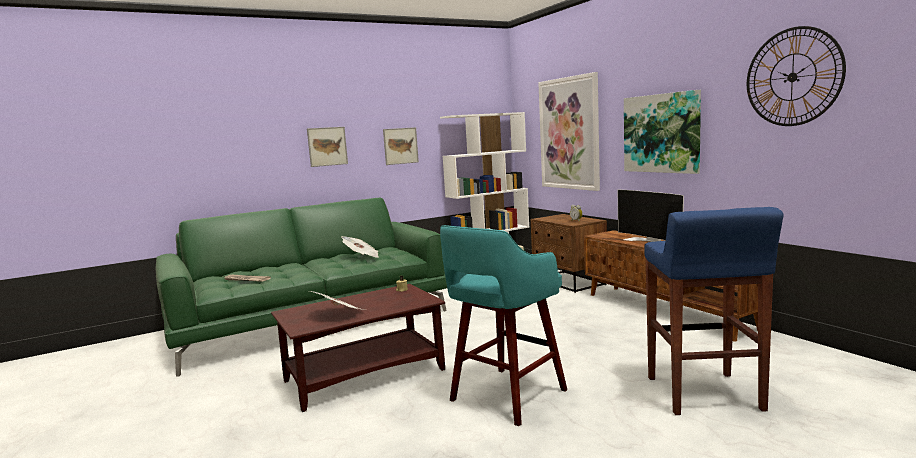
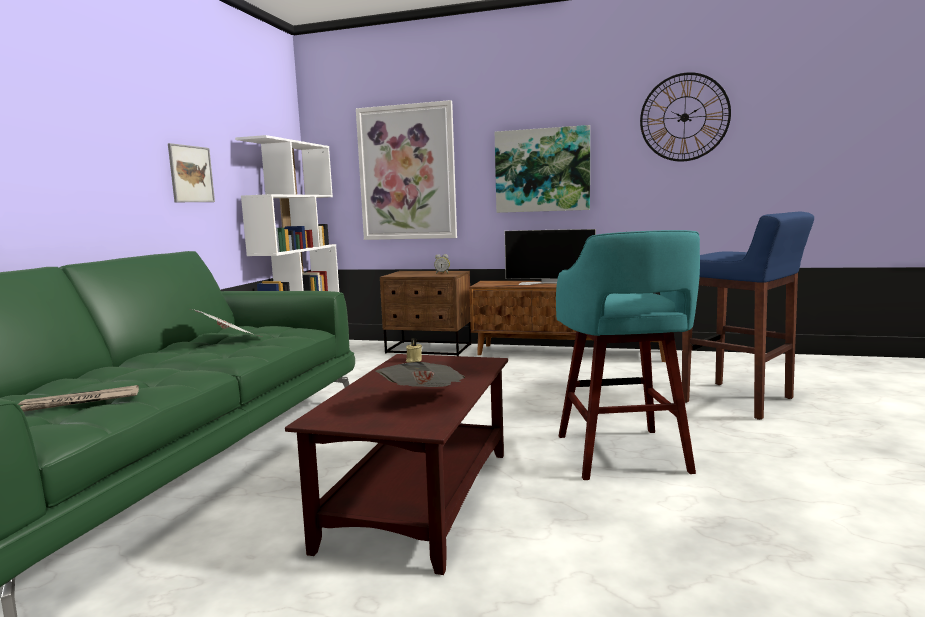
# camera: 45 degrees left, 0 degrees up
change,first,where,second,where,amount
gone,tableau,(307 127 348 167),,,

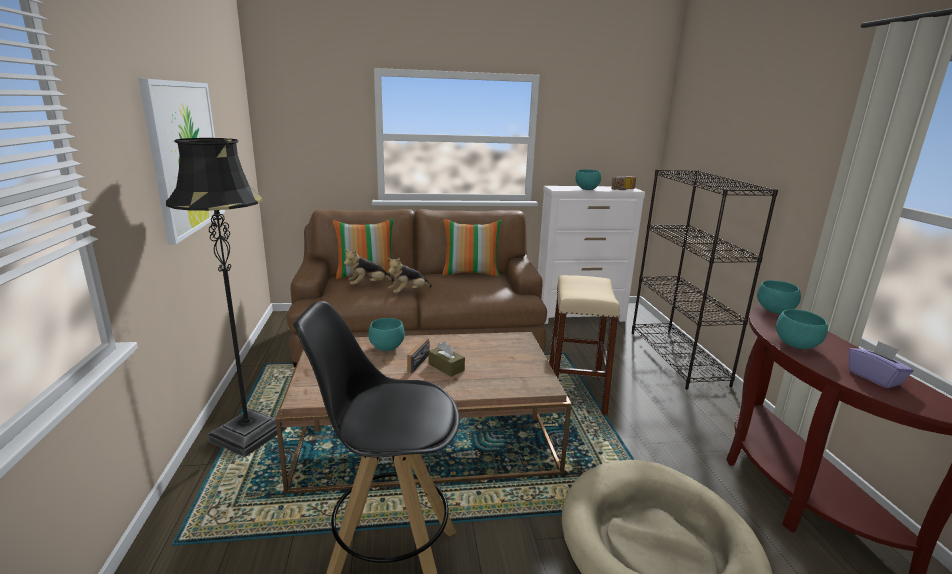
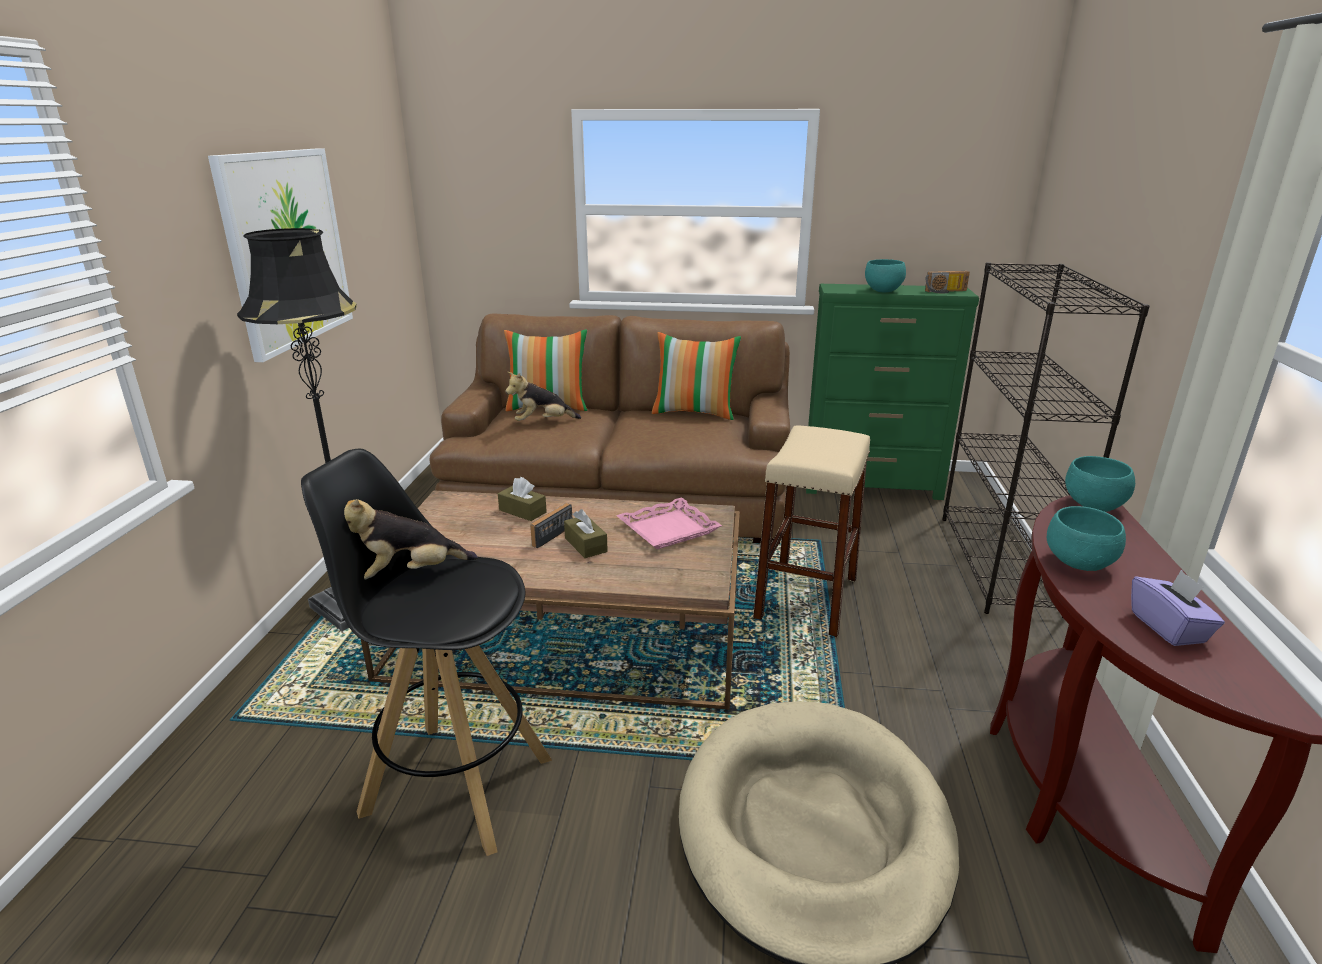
# camera: 15 degrees right, 5 degrees up
change,first,where,second,where,amount
swapped,bol [turquoise],(368 318 405 351),boîte à mouchoirs [marron],(498 477 547 521),
shifted,peluche,(388 258 432 293),,(344 499 478 580),
repainted,commode [blanc],(538 186 645 324),commode [vert],(806 284 979 500),
new,,,plateau [rose],(617 497 722 549),

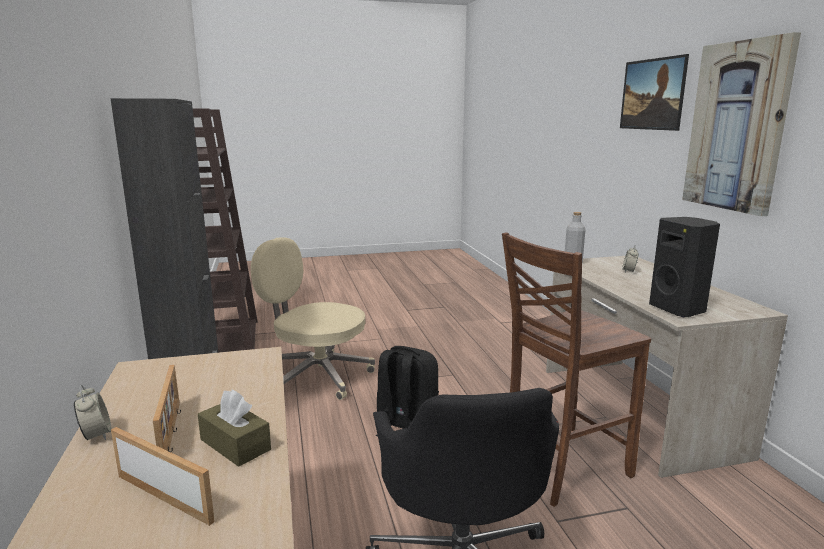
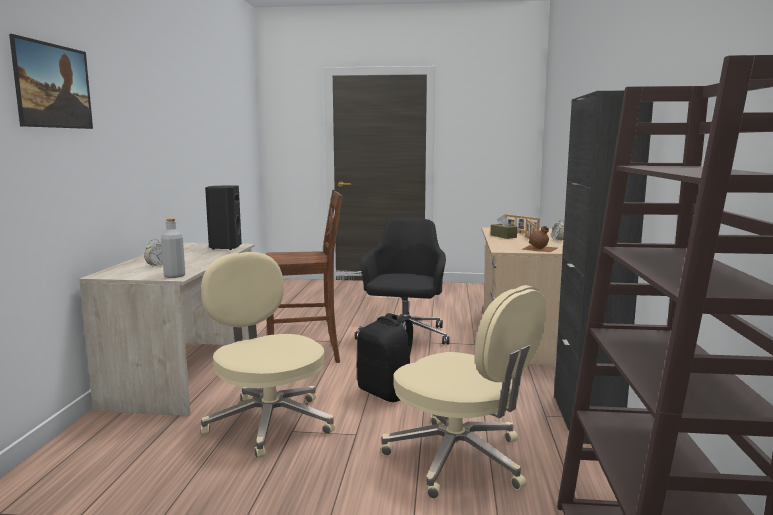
# camera: 160 degrees left, 5 degrees down
change,first,where,second,where,amount
gone,tableau,(682 32 801 216),,,
new,,,chaise de bureau [beige],(200 252 335 459),
new,,,bouteille [marron],(521 226 558 252),

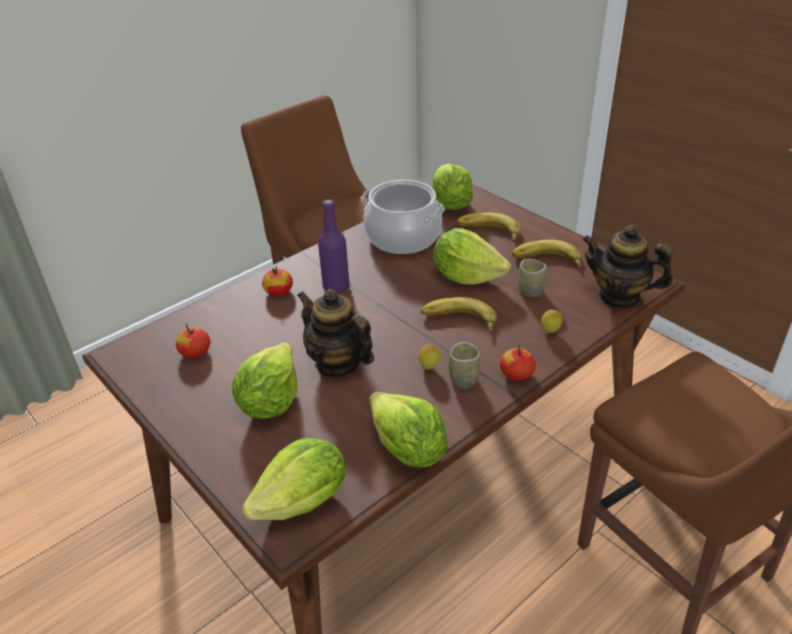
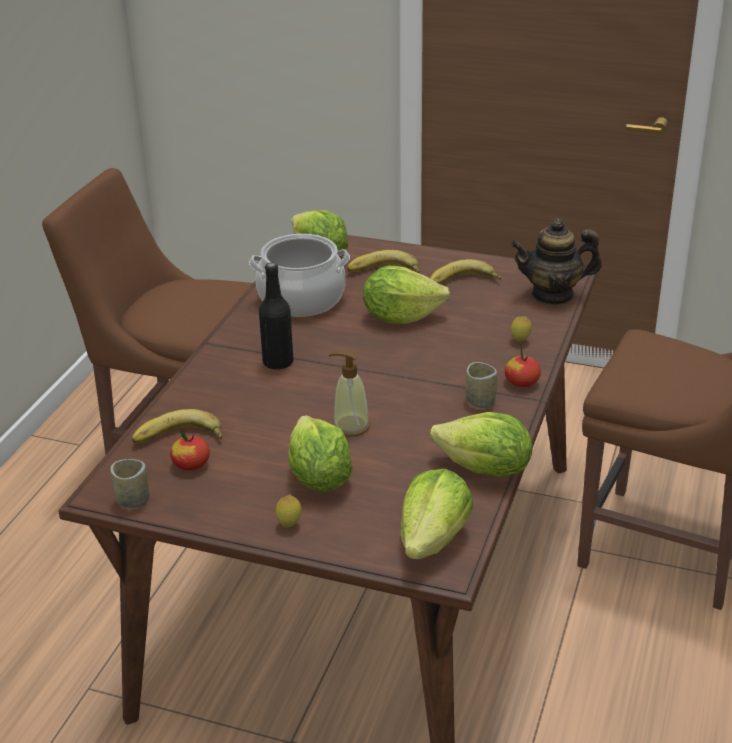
# camera: 30 degrees left, 5 degrees down
change,first,where,second,where,amount
gone,pomme,(262 266 293 296),,,
swapped,théière,(297 289 374 378),distributeur de savon,(329 350 370 437),
repainted,bouteille [violet],(318 199 349 293),bouteille [noir],(259 262 293 370),
shifted,citron,(419 344 440 370),,(276 494 302 528),
shifted,banane,(421 297 497 333),,(132 409 222 443),
shifted,tasse,(518 259 547 297),,(110 459 149 507),

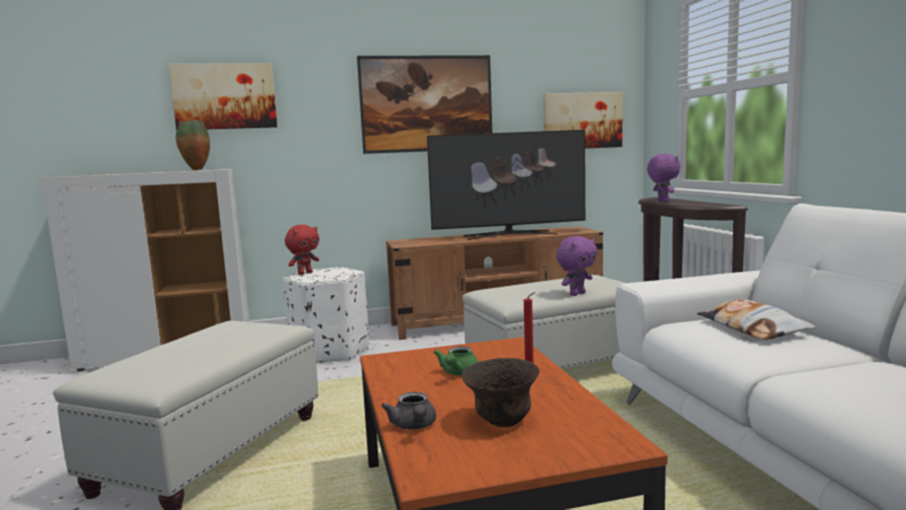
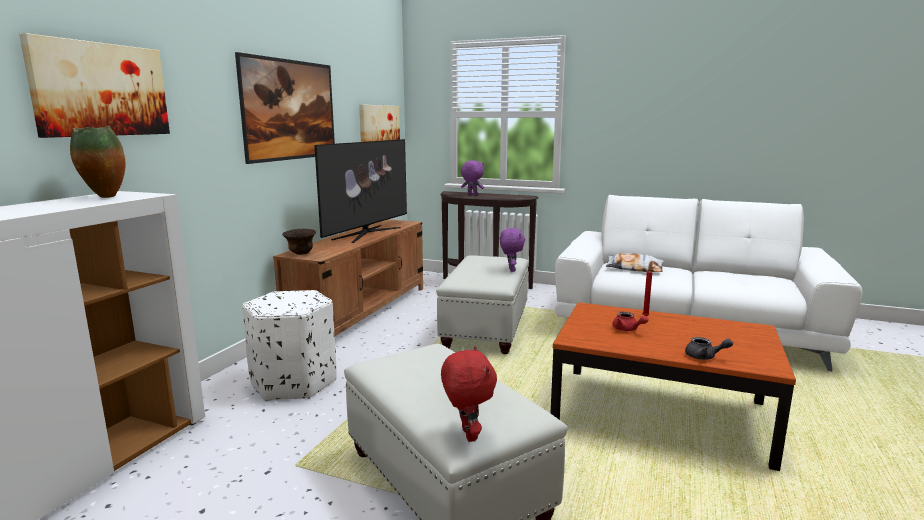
# camera: 55 degrees left, 5 degrees up
change,first,where,second,where,amount
shifted,peluche [rouge],(285 225 319 275),,(441 347 497 442),
repainted,théière [vert],(434 346 478 375),théière [rouge],(612 312 649 331),
shifted,bol [marron],(462 358 540 427),,(282 228 316 255),

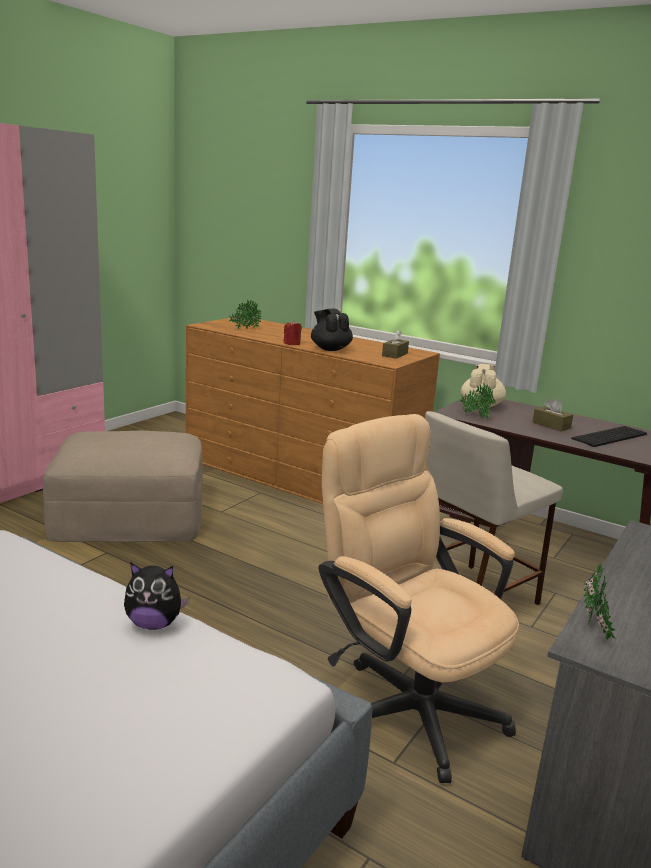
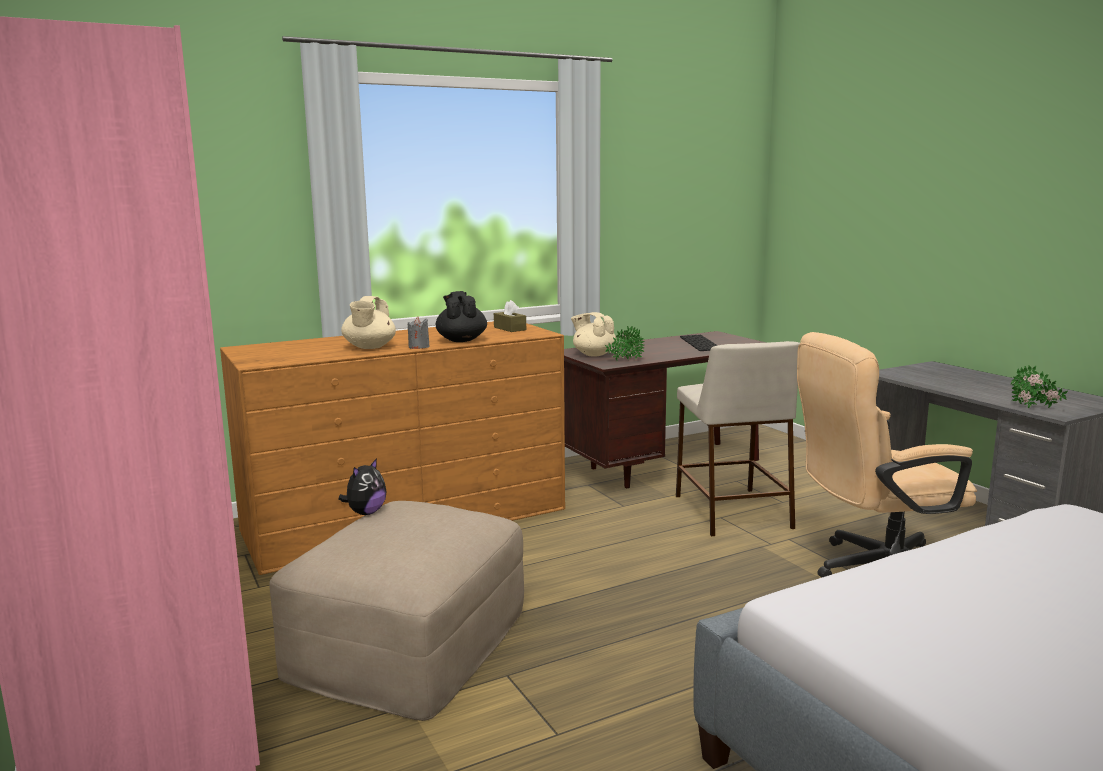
# camera: 60 degrees left, 5 degrees down
change,first,where,second,where,amount
shifted,peluche,(124 562 190 630),,(338 458 387 515),
gone,plante en pot,(229 300 262 329),,,
repainted,bougie [rouge],(283 320 302 345),bougie [gris],(408 317 430 349),
rotated,théière [noir],(311 308 353 351),,(436 291 487 342),75 degrees clockwise
gone,boîte à mouchoirs [marron],(532 398 573 431),,,
new,,,théière [beige],(341 296 396 349),

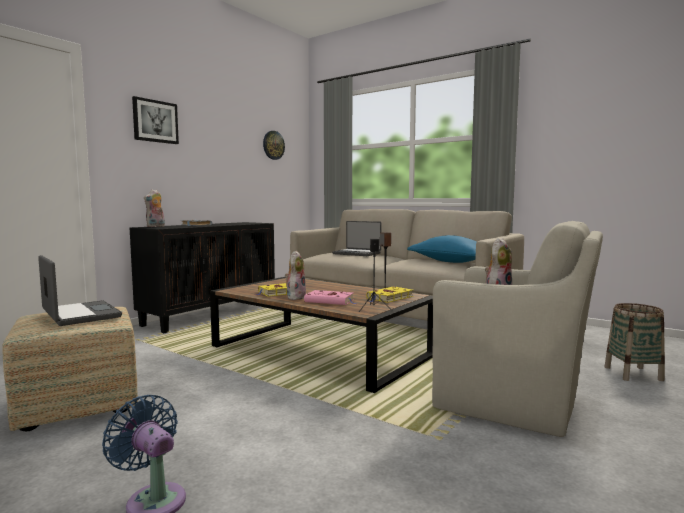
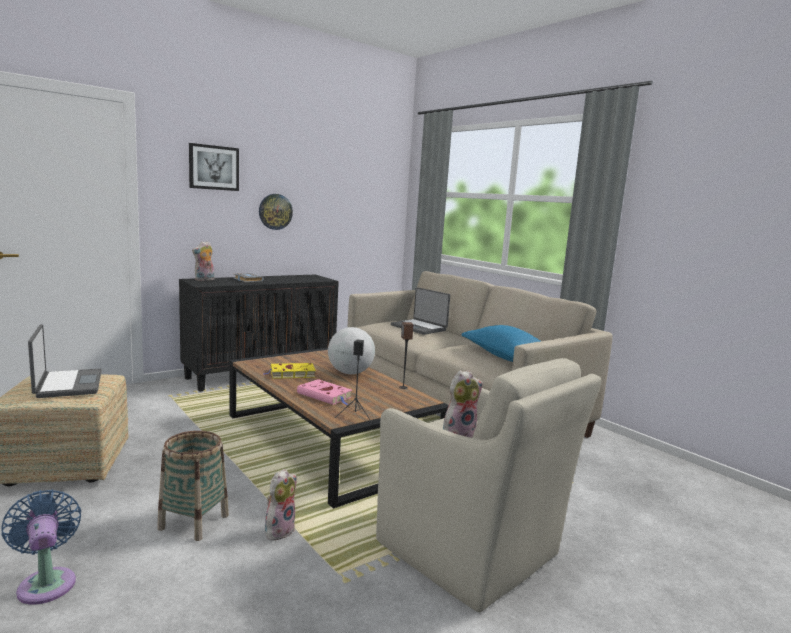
# camera: 15 degrees right, 5 degrees up
change,first,where,second,where,amount
shifted,horloge murale,(263 131 285 160),,(259 194 293 230),
shifted,peluche,(285 251 306 300),,(265 469 297 540),
gone,livre [jaune],(366 286 413 303),,,
shifted,panier,(604 303 665 381),,(157 431 229 541),
new,,,globe,(328 327 375 374),

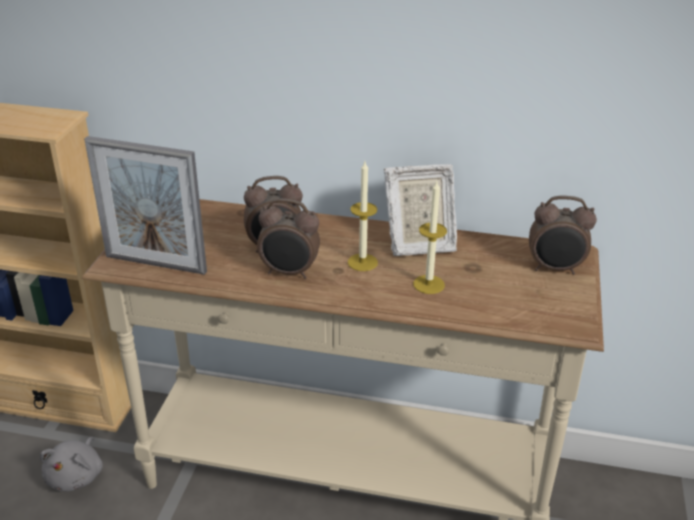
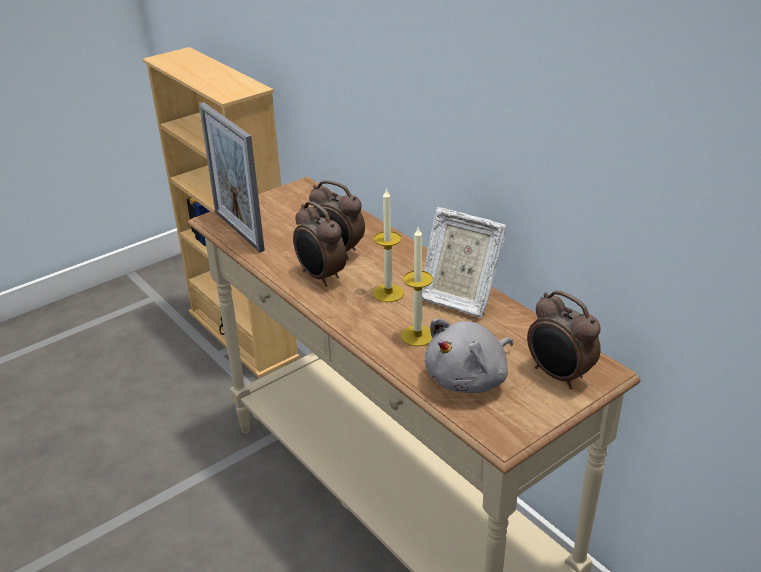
# camera: 40 degrees right, 0 degrees up
change,first,where,second,where,amount
shifted,peluche [gris],(40 437 103 491),,(425 318 513 393),

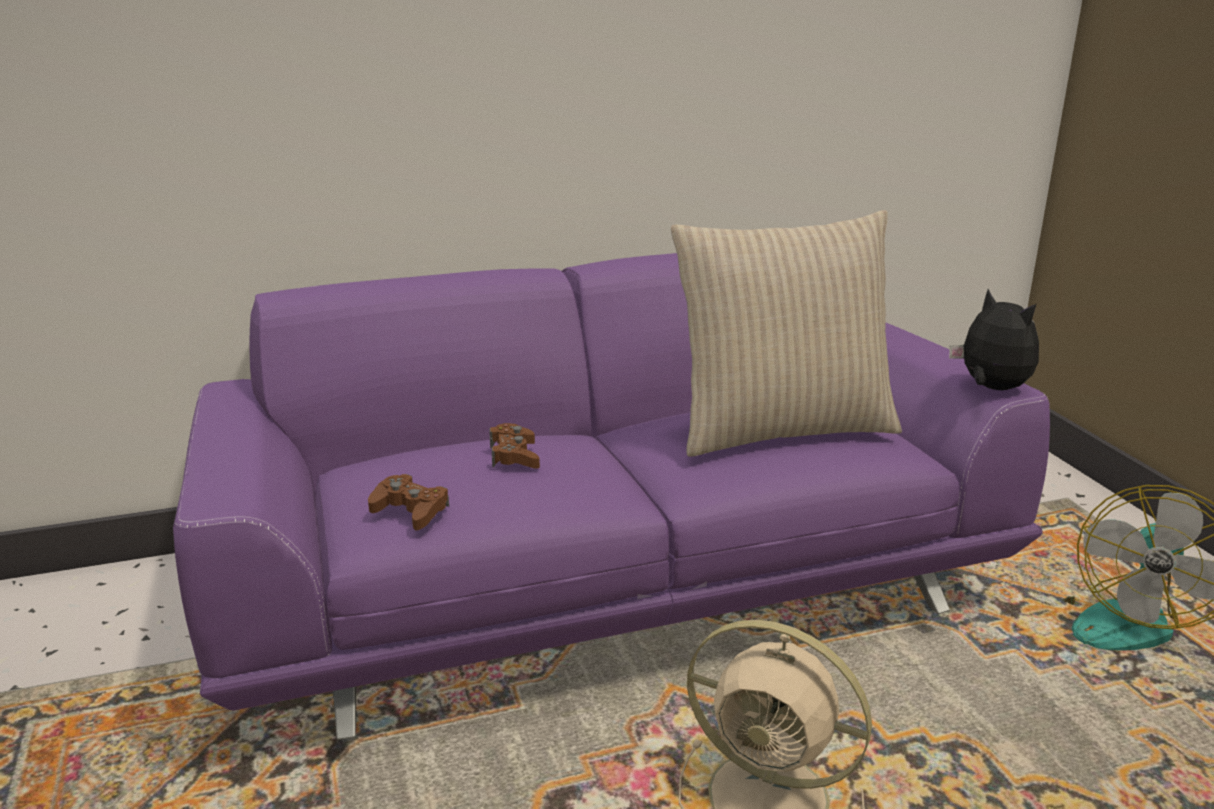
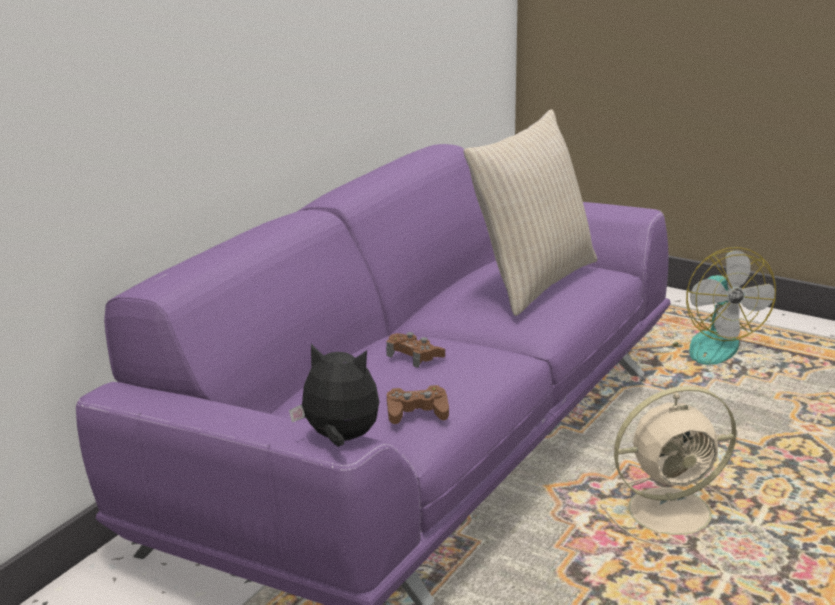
# camera: 40 degrees left, 0 degrees up
change,first,where,second,where,amount
shifted,peluche,(949 289 1039 390),,(289 344 379 447),

